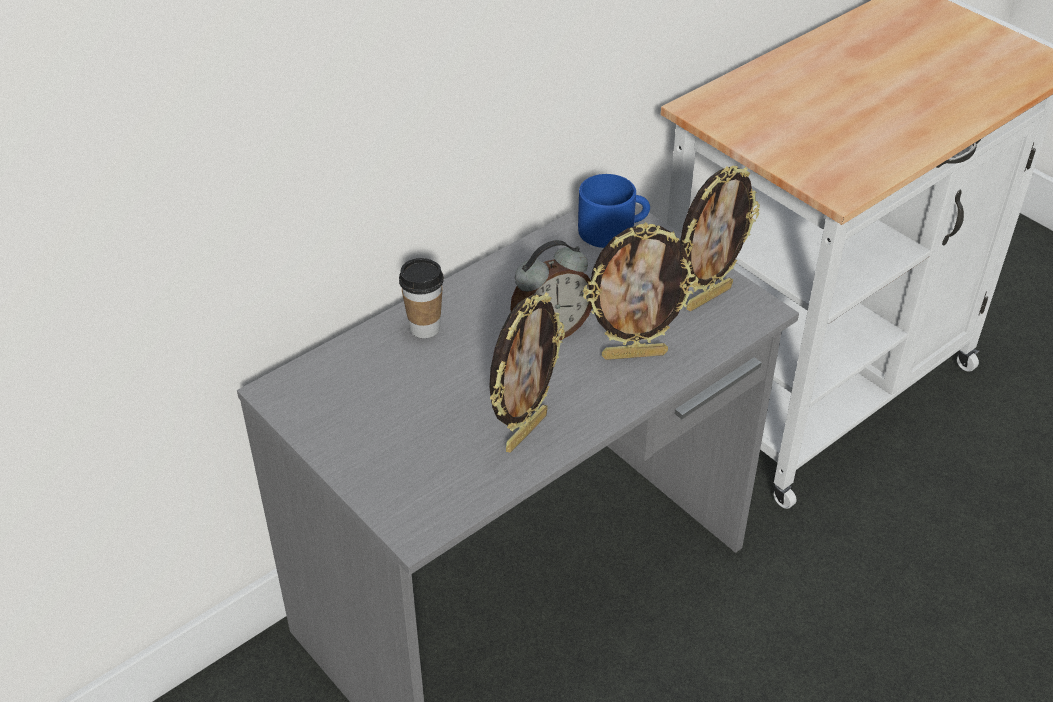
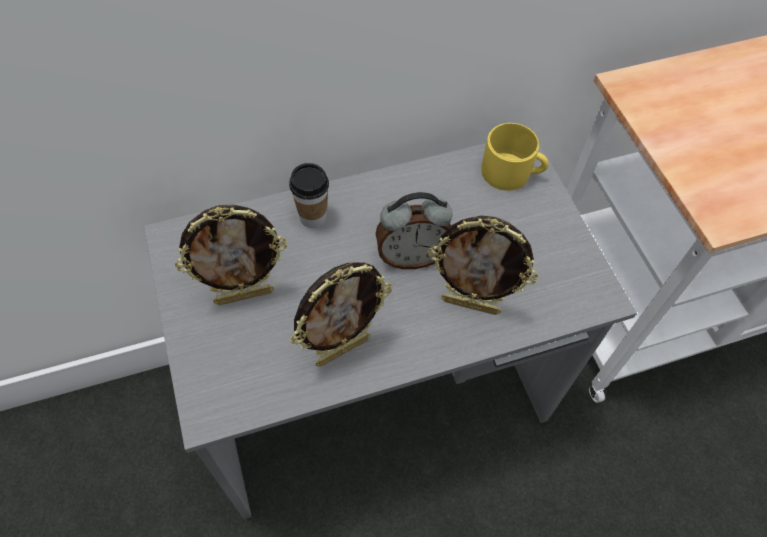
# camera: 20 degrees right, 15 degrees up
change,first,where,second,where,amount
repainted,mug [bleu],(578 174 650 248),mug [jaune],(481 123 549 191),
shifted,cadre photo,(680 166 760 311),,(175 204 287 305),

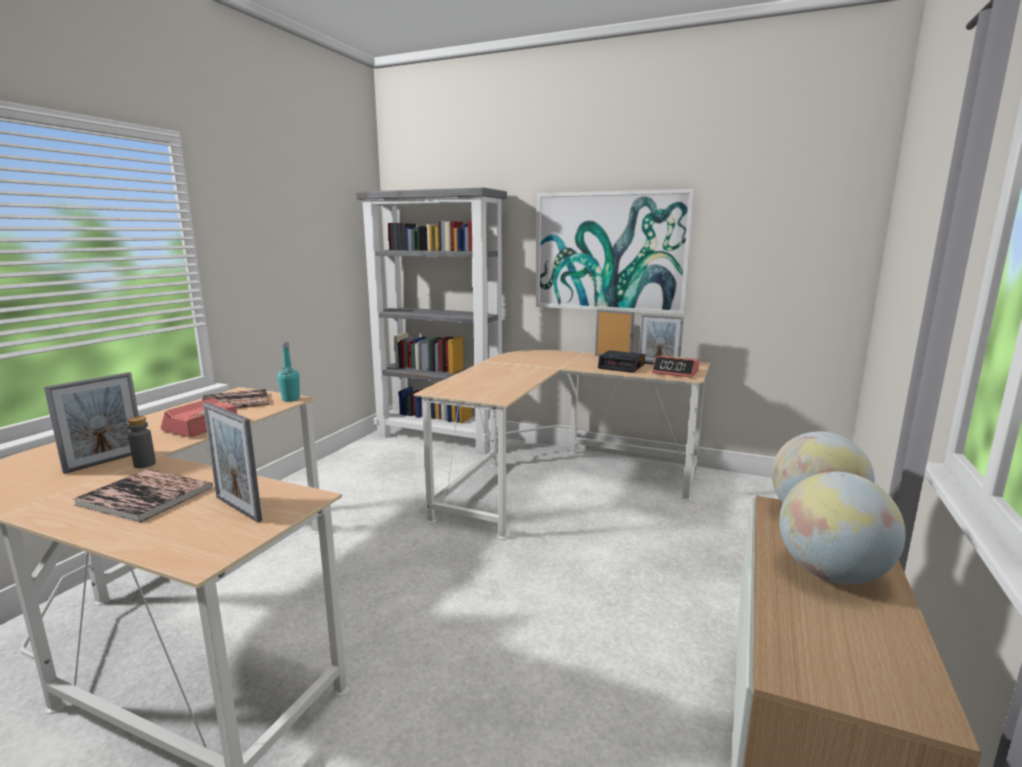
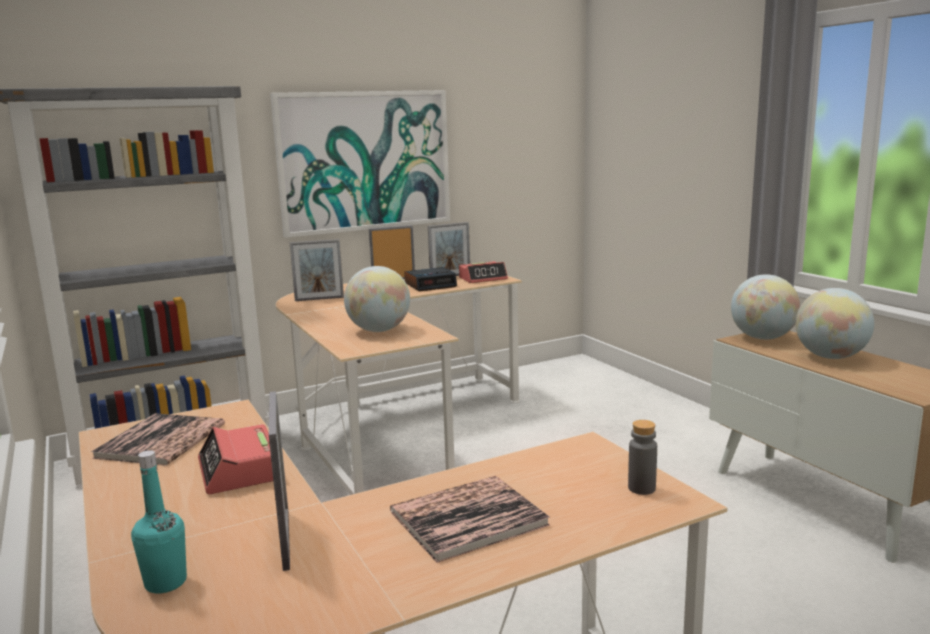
# camera: 50 degrees left, 0 degrees up
change,first,where,second,where,amount
shifted,bouteille [gris],(128 416 156 468),,(628 420 657 495),
shifted,cadre photo,(203 402 262 523),,(290 239 344 301),
shifted,bouteille [turquoise],(278 342 300 402),,(131 450 187 594),
new,,,globe,(344 266 410 332),

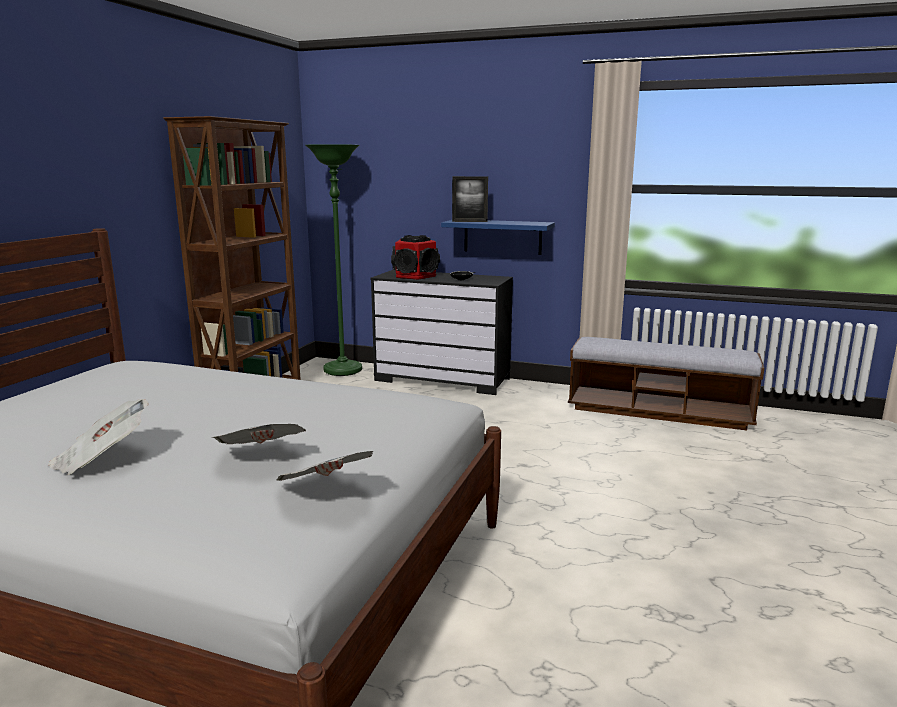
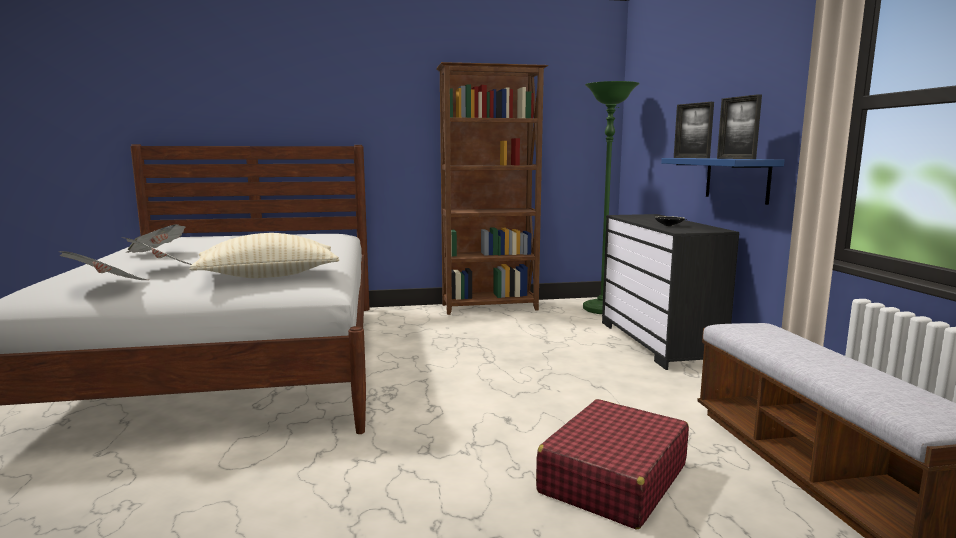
# camera: 60 degrees right, 5 degrees down
change,first,where,second,where,amount
gone,enceinte,(391 235 440 280),,,
new,,,coussin [beige],(190 233 339 278),
new,,,valise [rouge],(536 399 689 529),
new,,,cadre photo,(717 94 762 159),

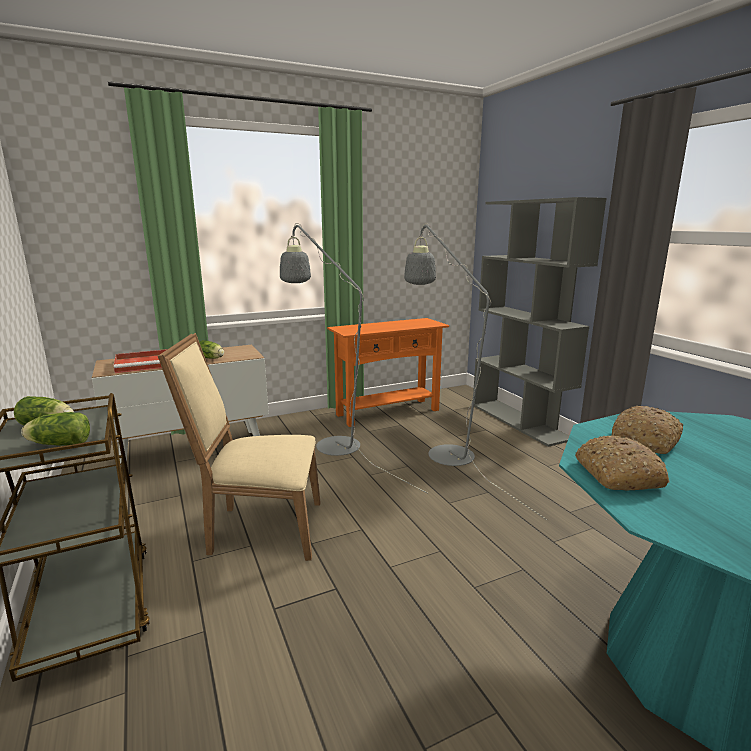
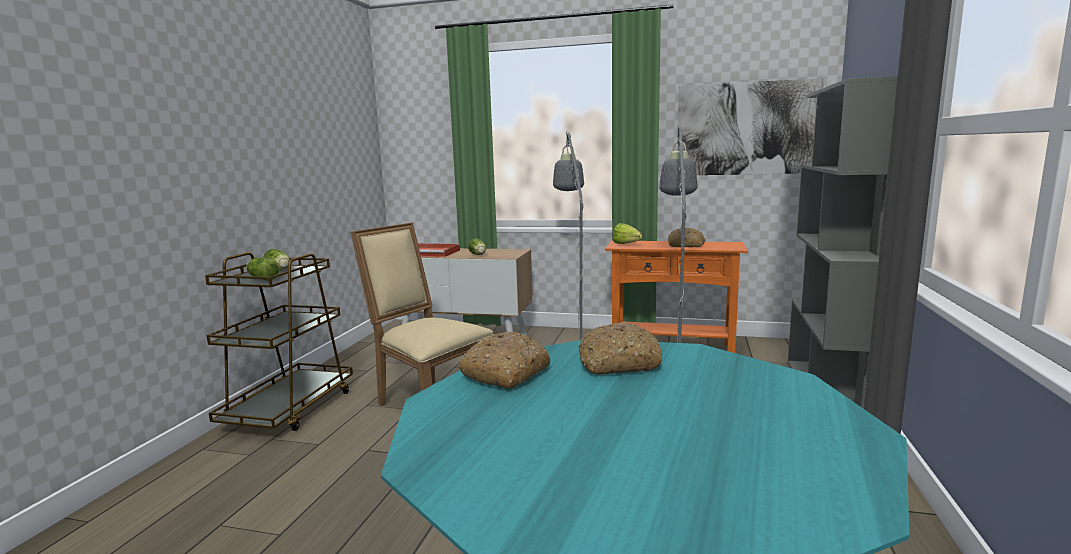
# camera: 40 degrees right, 5 degrees down
change,first,where,second,where,amount
new,,,laitue,(612 223 642 244),
new,,,pain,(668 228 706 247),
new,,,tableau,(678 78 825 175),

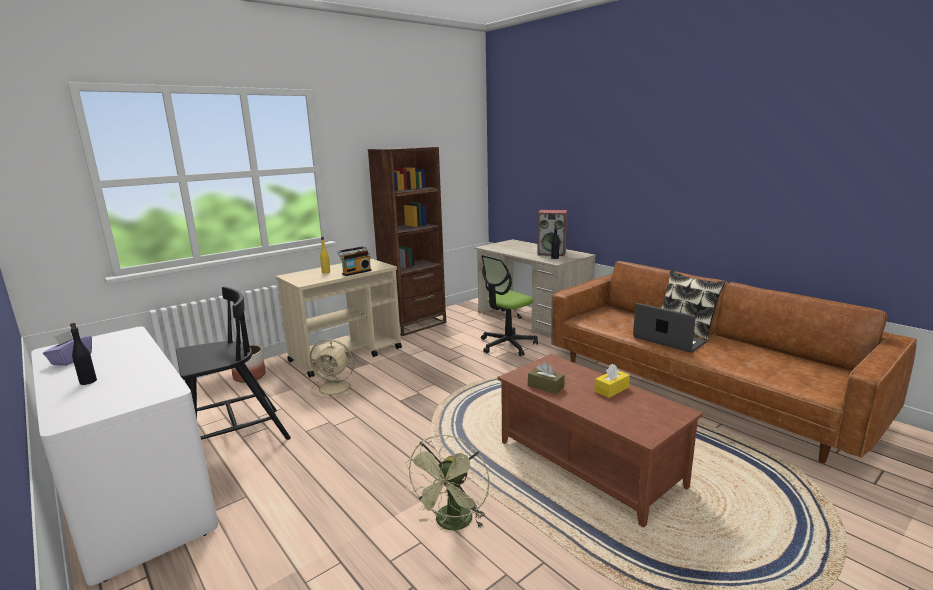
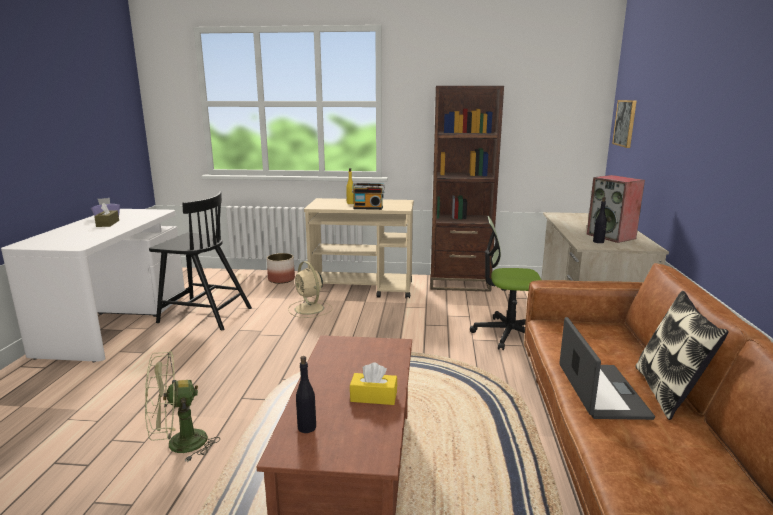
# camera: 45 degrees right, 0 degrees up
change,first,where,second,where,amount
shifted,bouteille [noir],(70 323 97 385),,(296 356 316 433),
shifted,boîte à mouchoirs [marron],(528 362 565 394),,(94 203 119 227),
new,,,tableau,(612 100 637 148),

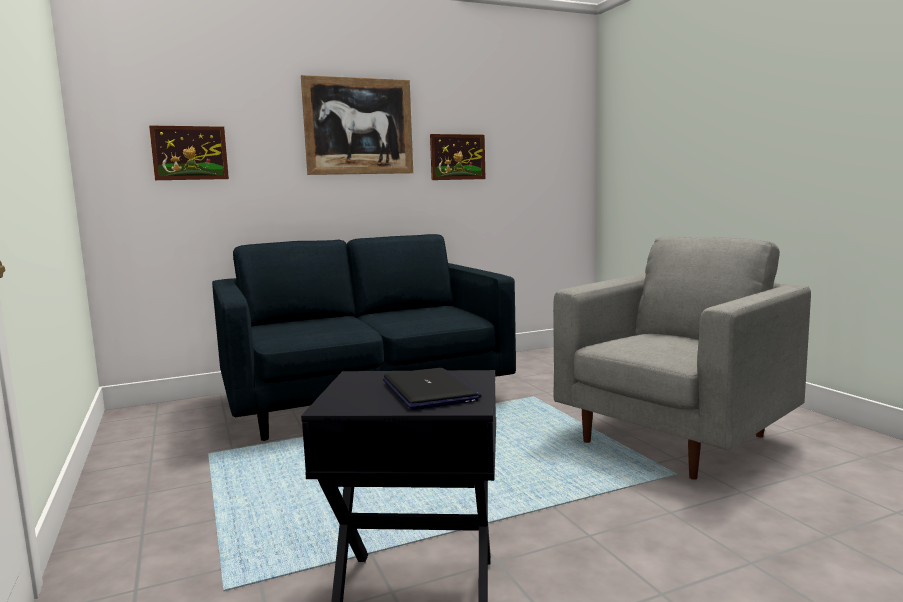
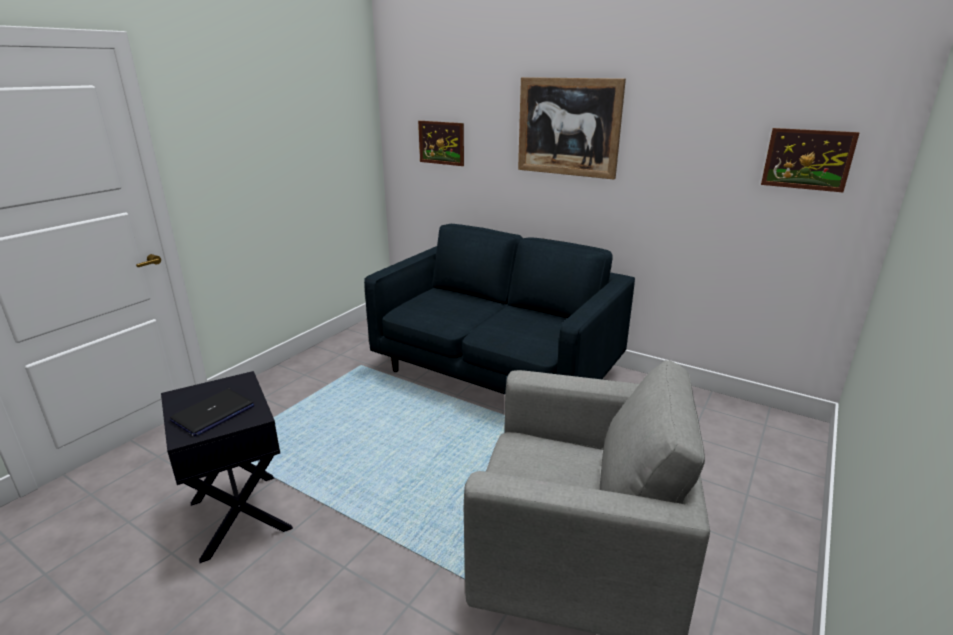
# camera: 55 degrees right, 15 degrees up
change,first,where,second,where,amount
shifted,tableau,(430 134 485 180),,(761 128 860 192),

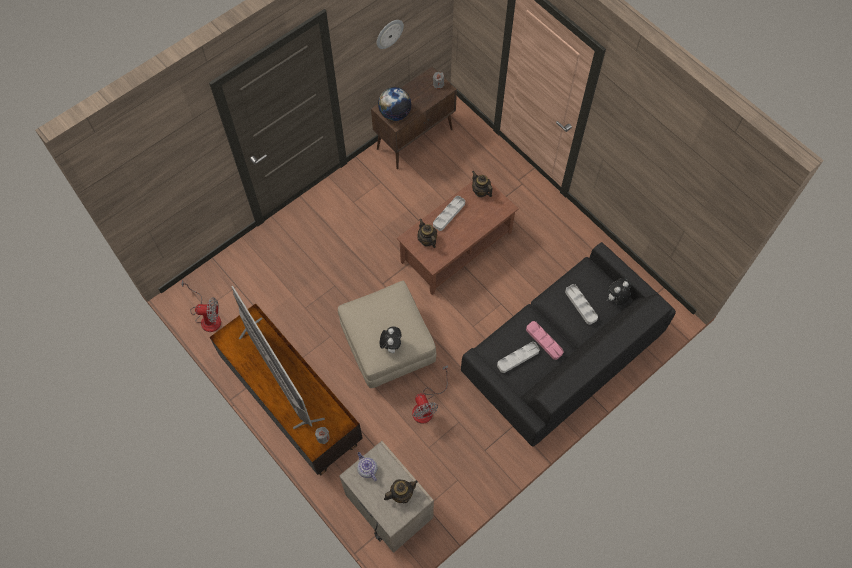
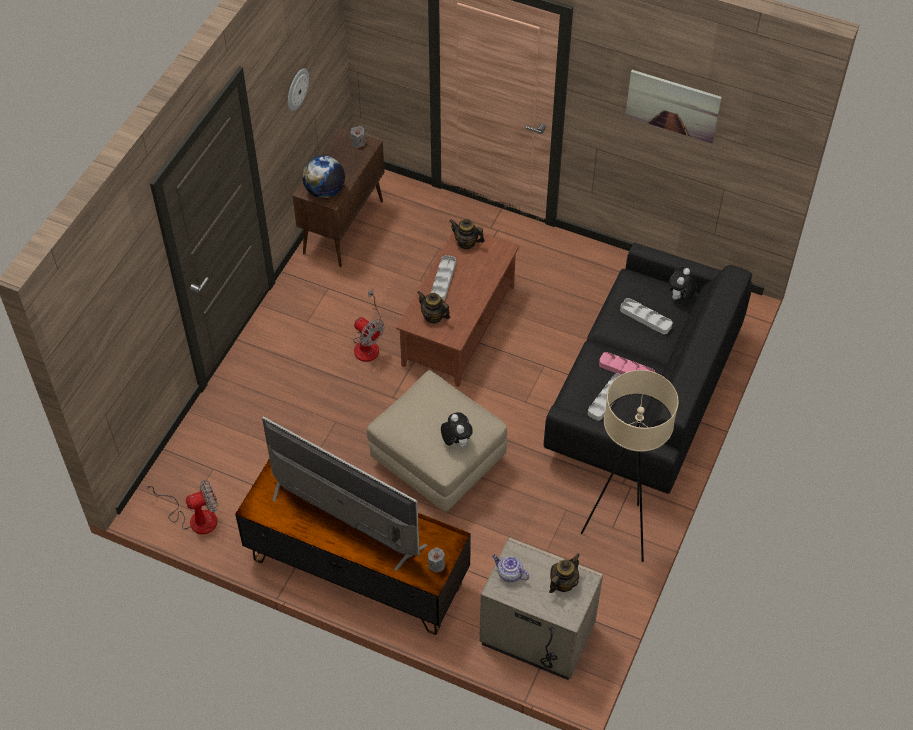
# camera: 25 degrees left, 10 degrees down
change,first,where,second,where,amount
shifted,ventilateur,(412 365 448 424),,(353 289 384 362),
new,,,lampadaire [beige],(581 370 678 562),
new,,,tableau,(626 70 722 143),

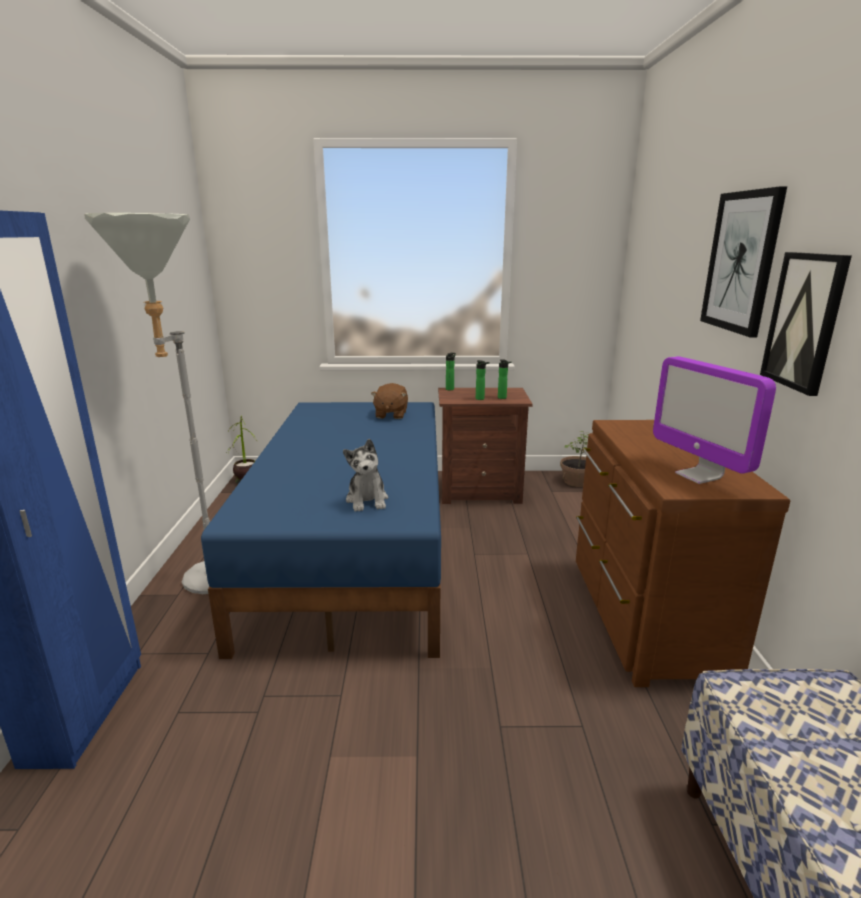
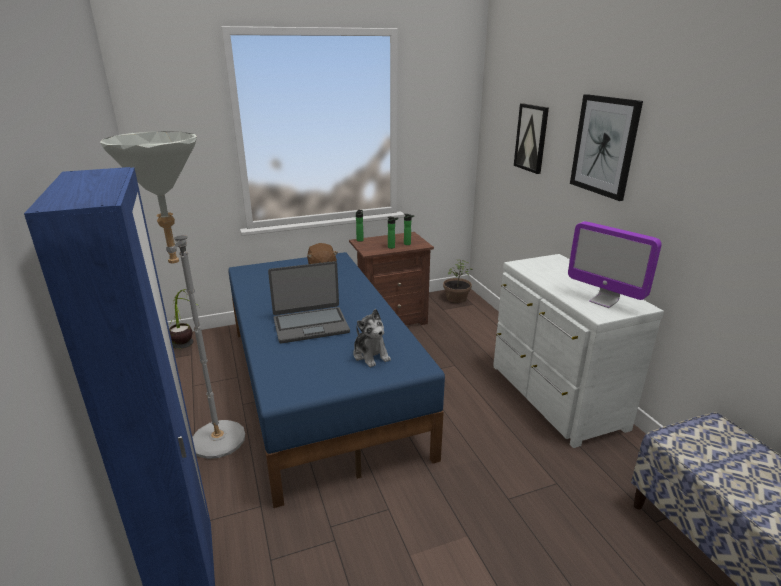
# camera: 20 degrees left, 5 degrees up
change,first,where,second,where,amount
repainted,commode [marron],(576 420 791 687),commode [blanc],(493 254 664 448),
shifted,tableau,(760 252 852 396),,(514 103 549 174),
new,,,ordinateur portable,(268 261 350 343),

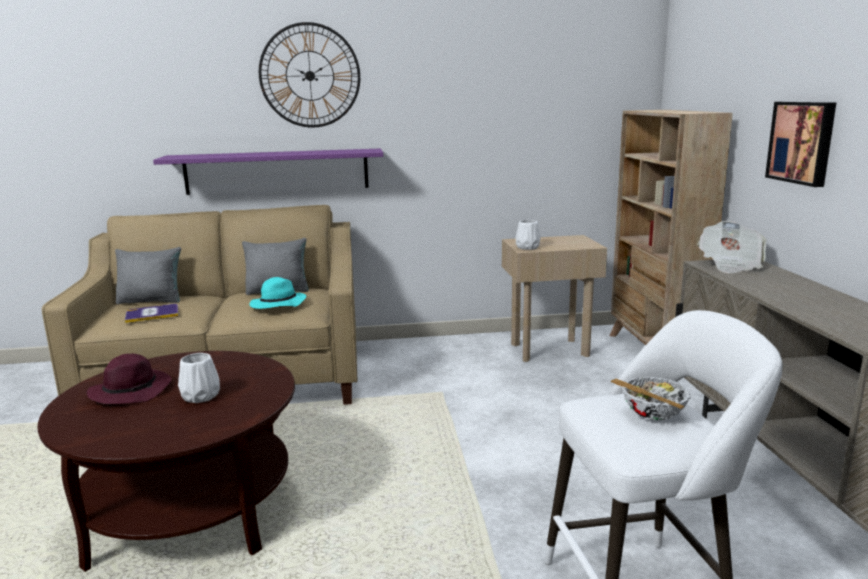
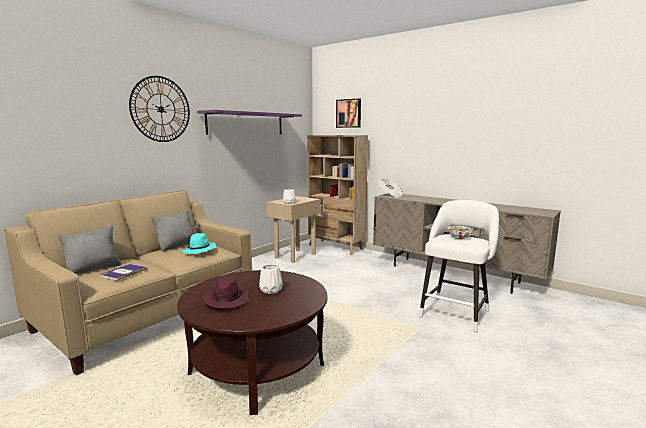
# camera: 45 degrees left, 5 degrees down
change,first,where,second,where,amount
shifted,étagère [violet],(153 148 383 195),,(197 110 302 135),
shifted,tableau,(765 102 836 187),,(336 99 361 128),

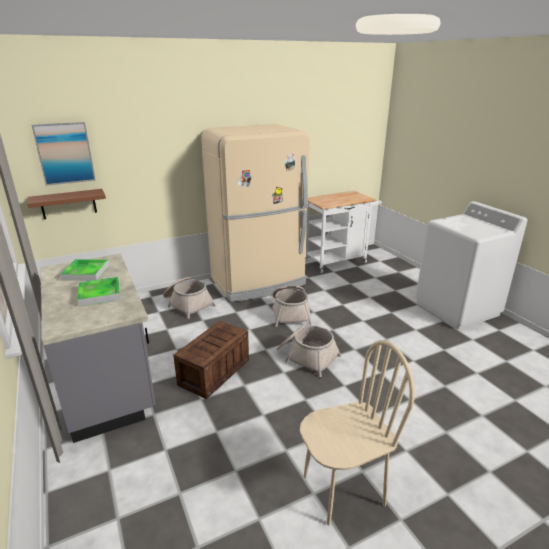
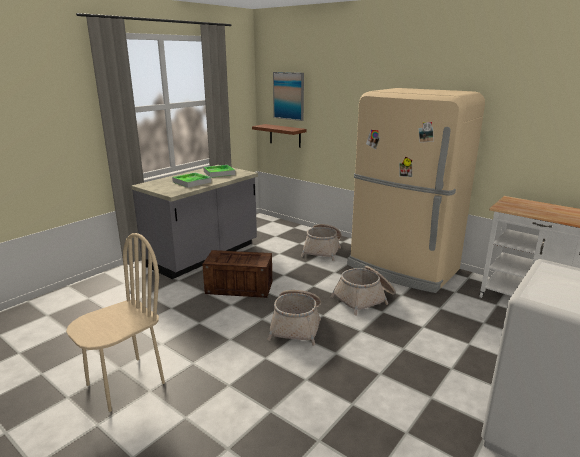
# camera: 65 degrees right, 5 degrees down
change,first,where,second,where,amount
rotated,chaise [beige],(300 340 415 526),,(66 233 165 412),90 degrees counterclockwise

